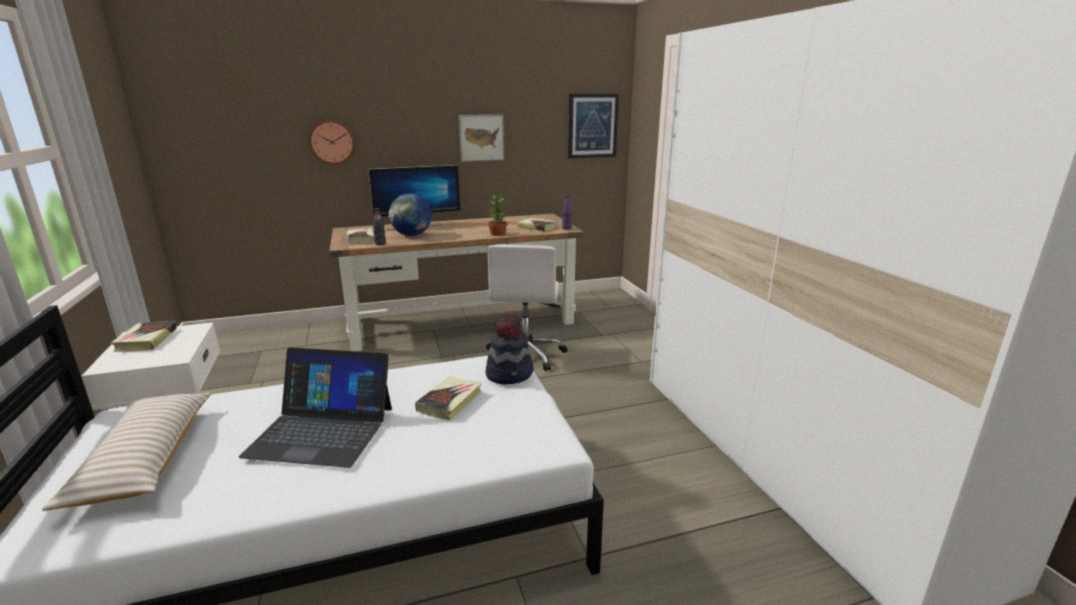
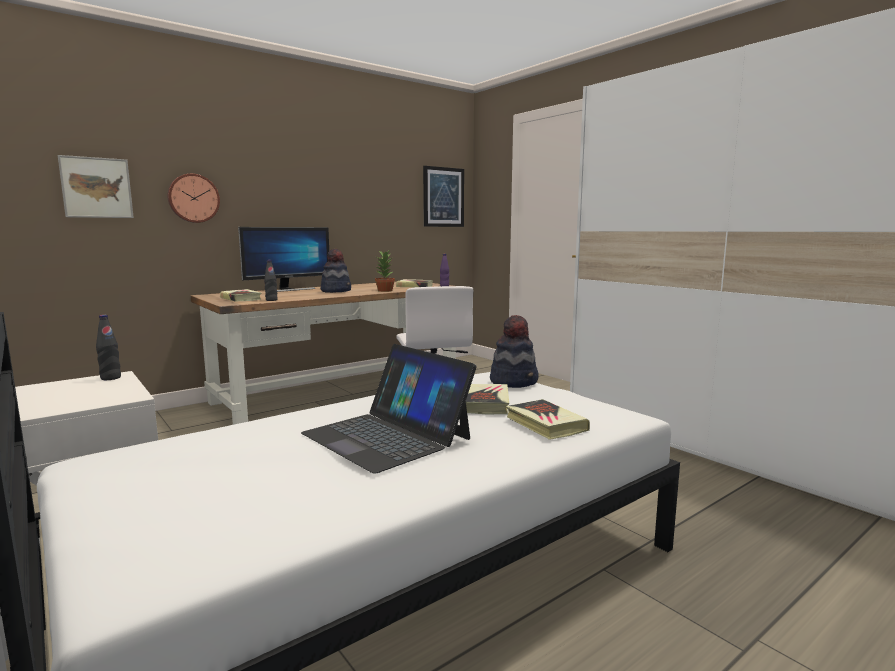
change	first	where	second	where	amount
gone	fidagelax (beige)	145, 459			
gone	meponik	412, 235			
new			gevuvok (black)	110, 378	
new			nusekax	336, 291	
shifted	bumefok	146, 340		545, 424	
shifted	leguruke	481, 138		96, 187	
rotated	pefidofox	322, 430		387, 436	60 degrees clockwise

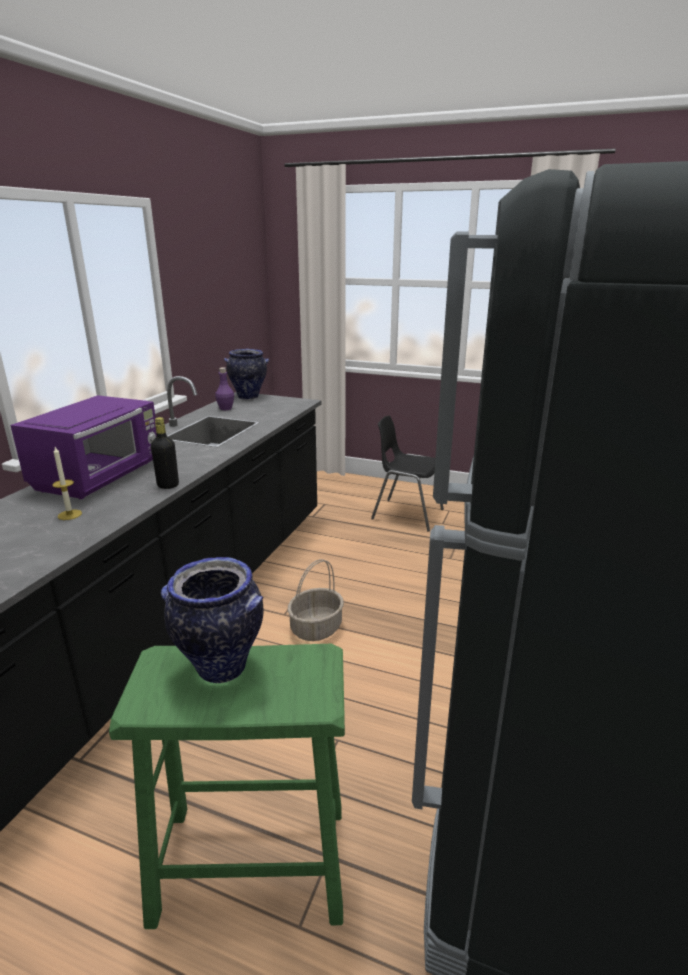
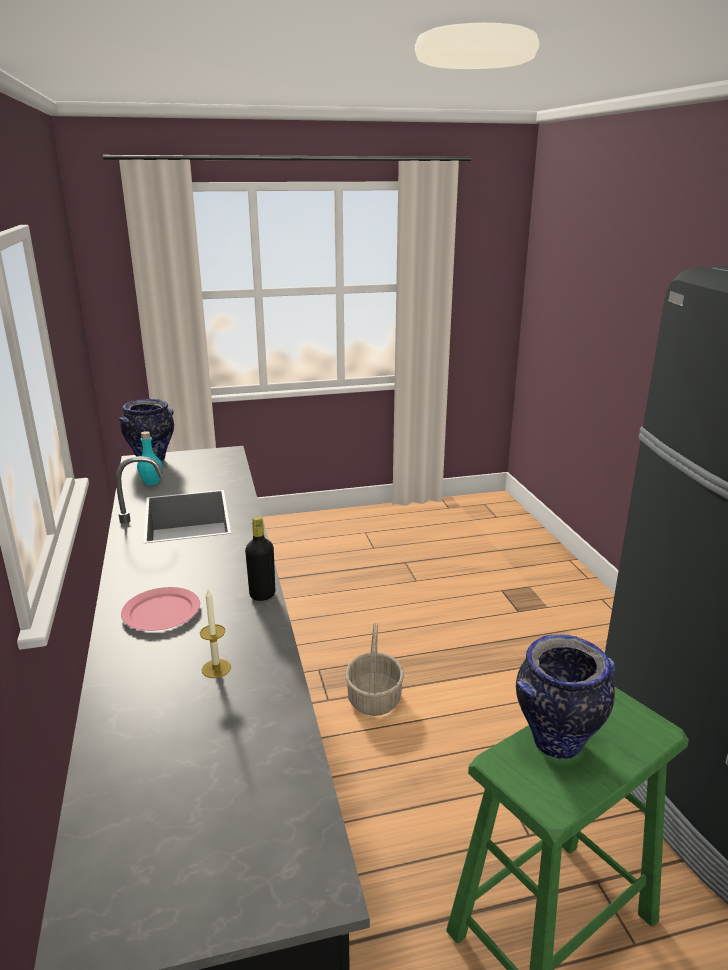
change	first	where	second	where	amount
gone	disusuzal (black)	406, 514			
swapped	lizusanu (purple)	100, 476	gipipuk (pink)	161, 612	
repainted	gevuvok (purple)	225, 408	gevuvok (turquoise)	151, 482	

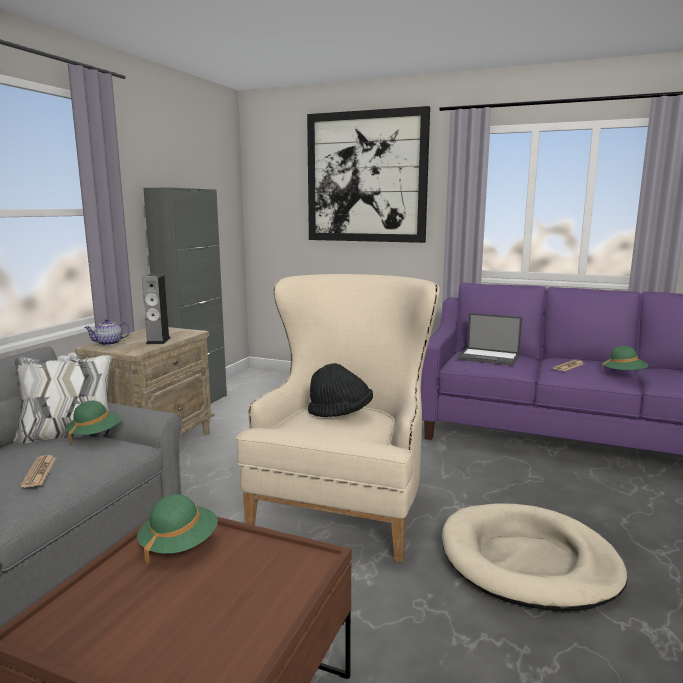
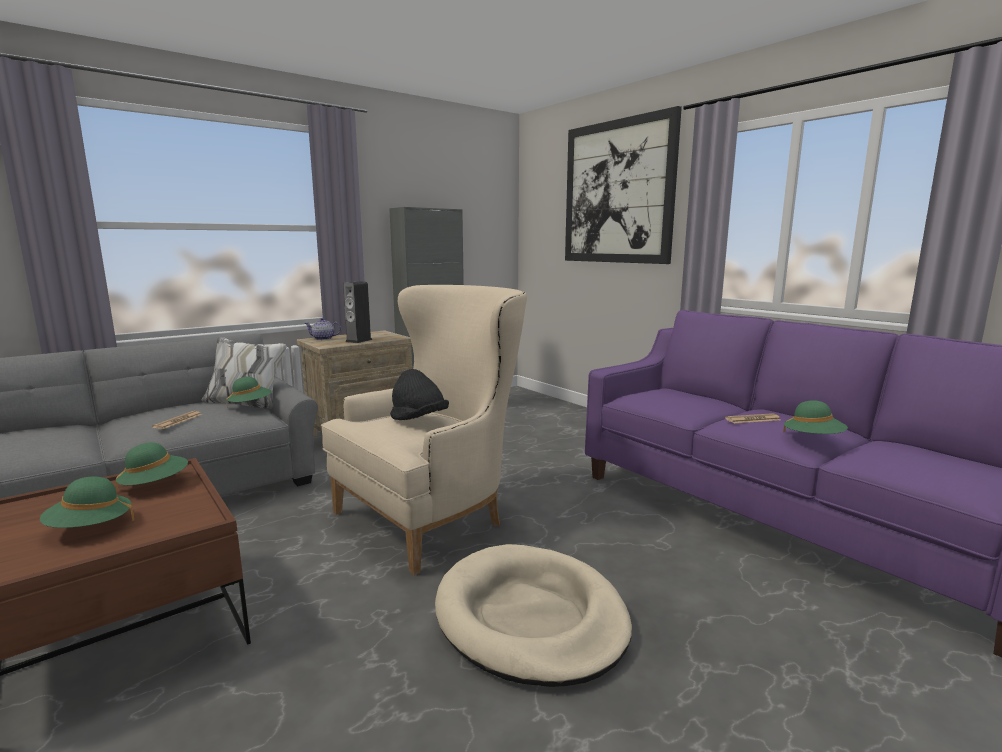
change	first	where	second	where	amount
gone	pefidofox	489, 357			
new			nusekax (green)	90, 527	

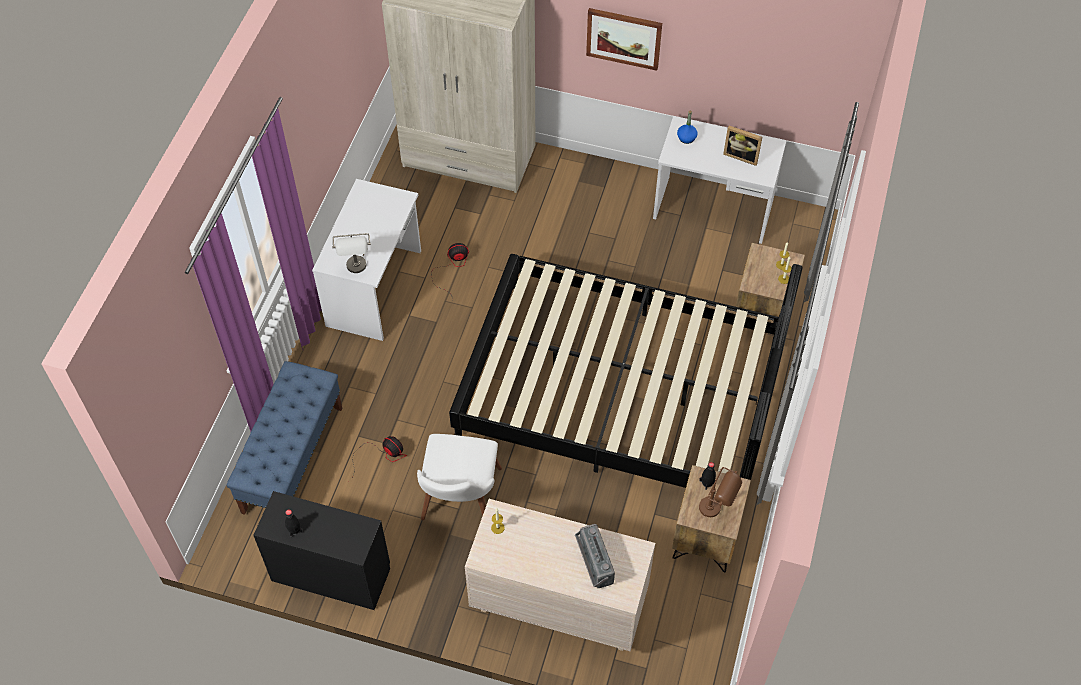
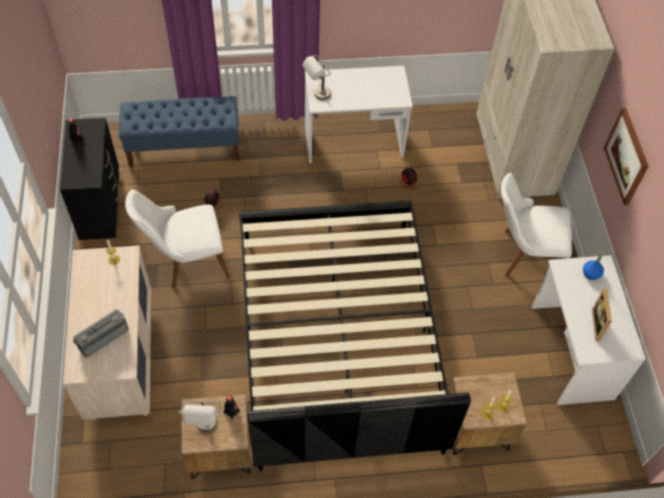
change	first	where	second	where	amount
new			disusuzal (white)	523, 254	
repainted	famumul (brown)	717, 510	famumul (grey)	206, 428	

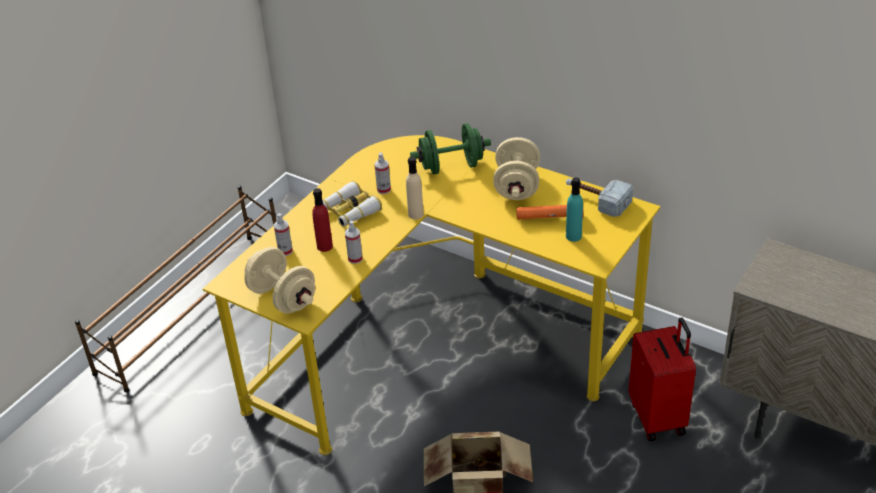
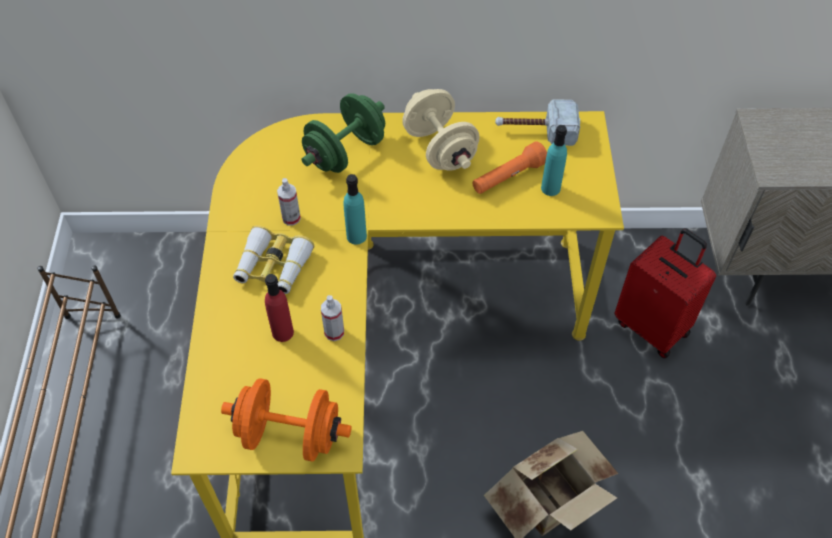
change	first	where	second	where	amount
gone	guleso	285, 251			
repainted	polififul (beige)	283, 298	polififul (orange)	290, 434	
repainted	gevuvok (beige)	415, 214	gevuvok (turquoise)	356, 236	

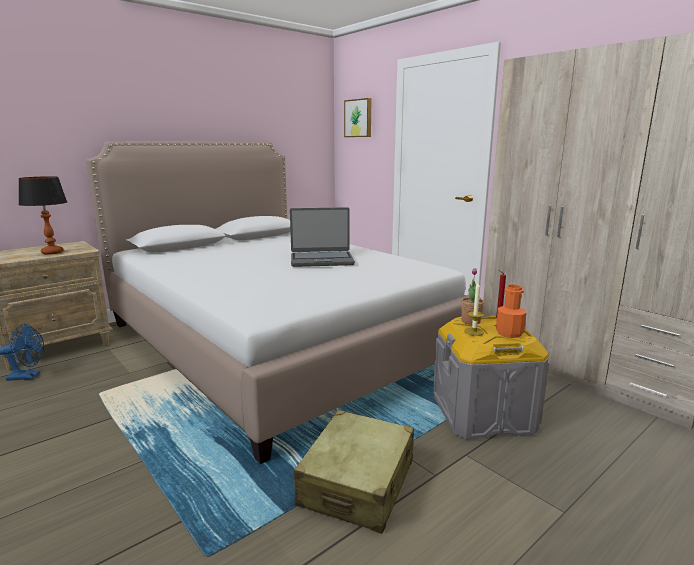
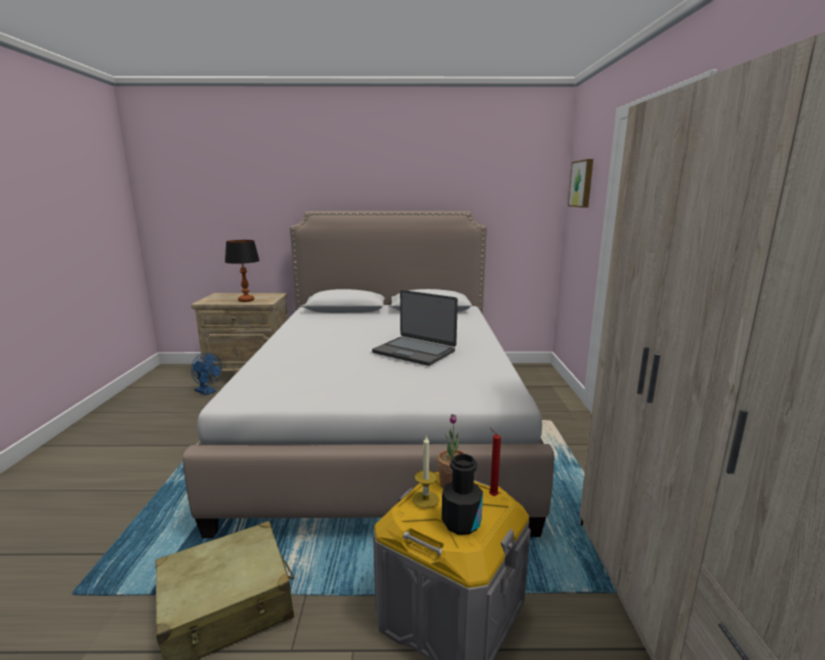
change	first	where	second	where	amount
repainted	gevuvok (orange)	509, 333	gevuvok (black)	461, 523	

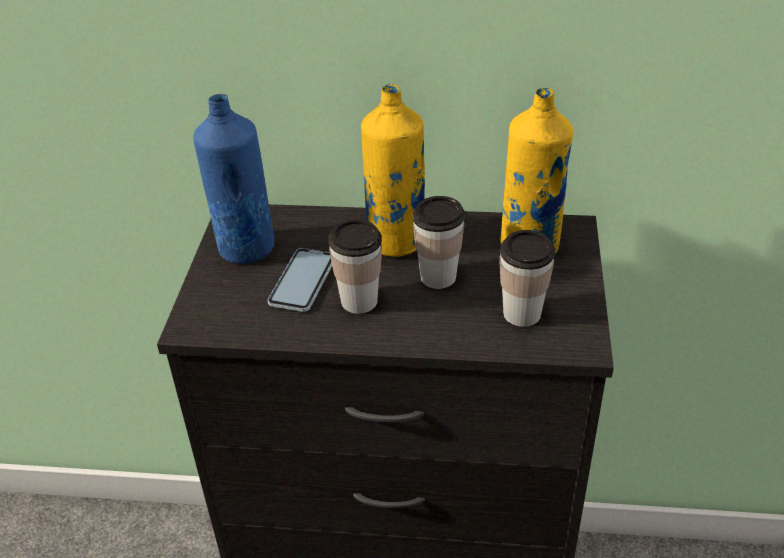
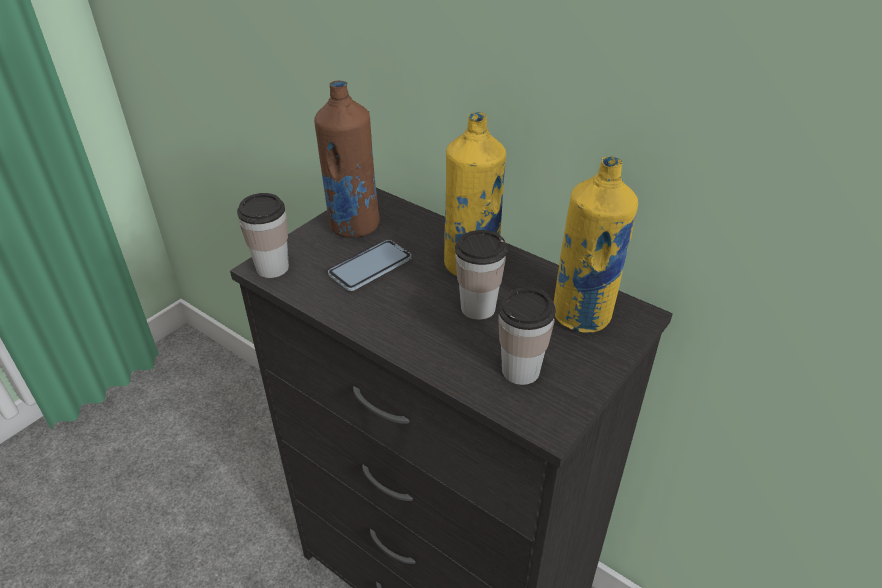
change	first	where	second	where	amount
shifted	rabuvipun	359, 301		272, 268	
repainted	gevuvok (blue)	245, 249	gevuvok (brown)	353, 226	

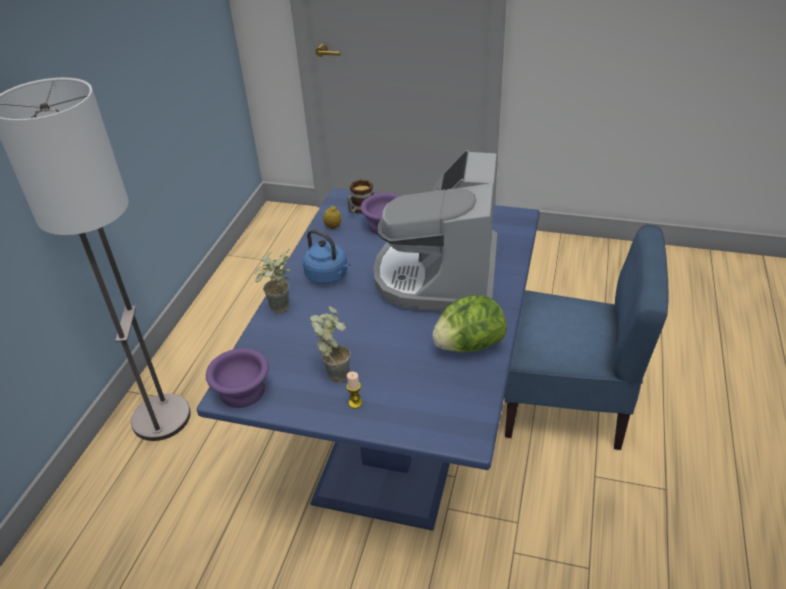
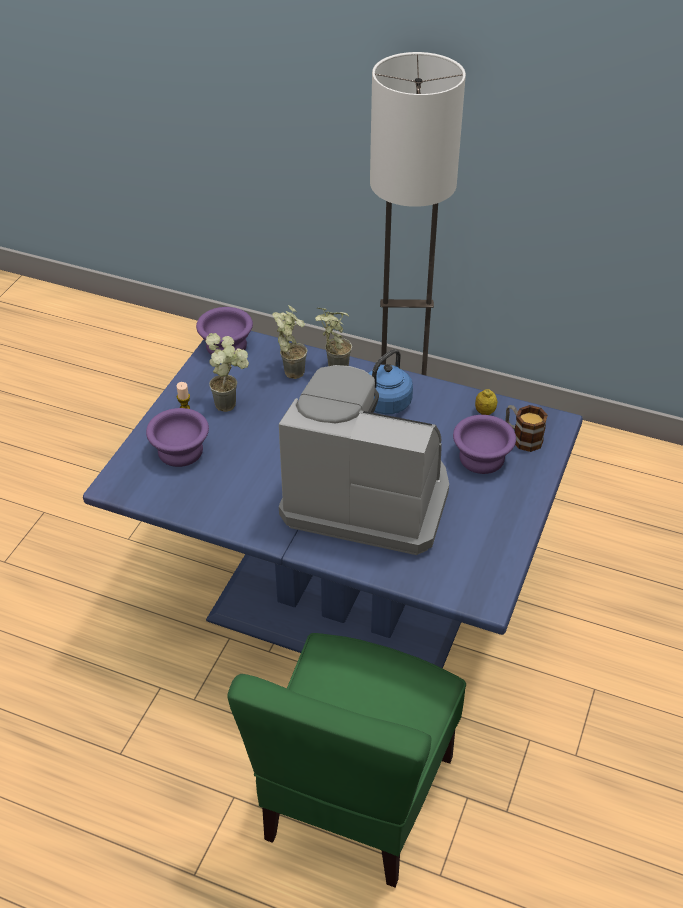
change	first	where	second	where	amount
gone	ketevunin	468, 345			
new			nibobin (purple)	181, 450	
new			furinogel	291, 369	
repainted	disusuzal (blue)	565, 404	disusuzal (green)	356, 797	

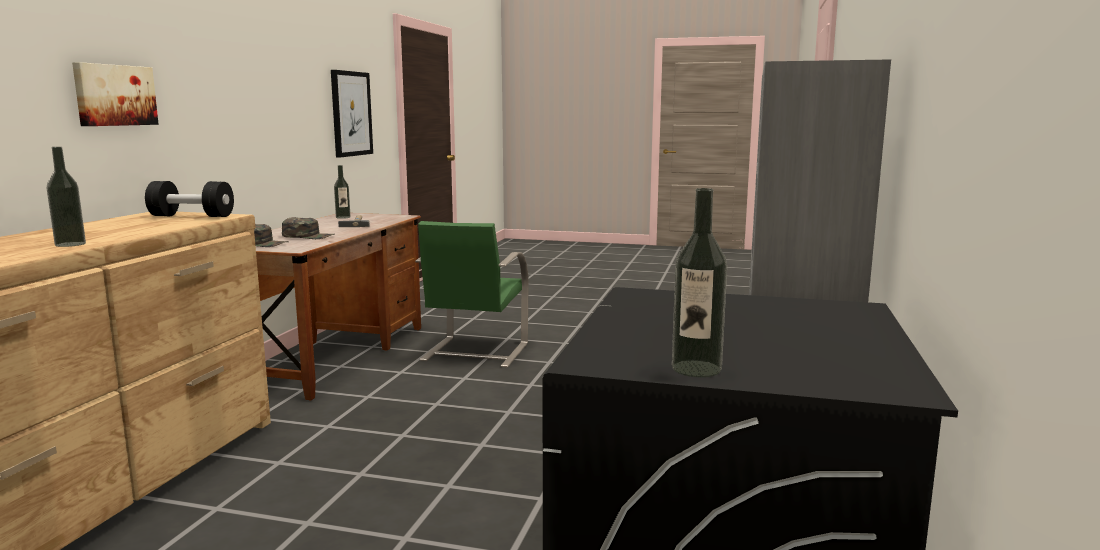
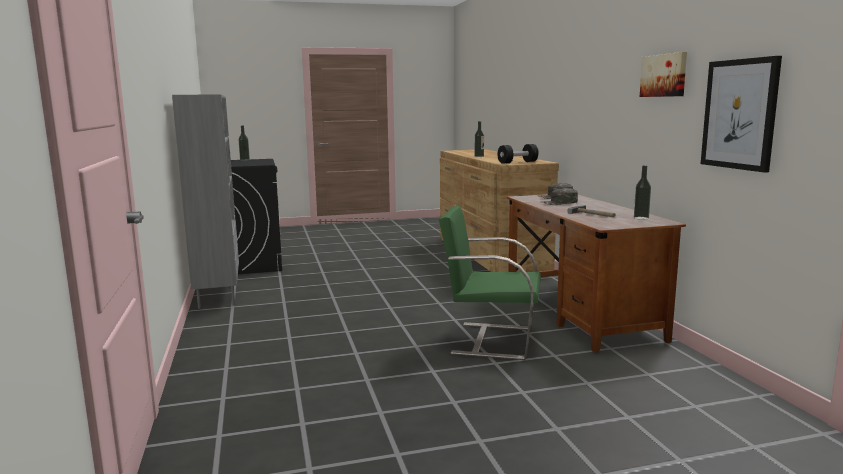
change	first	where	second	where	amount
shifted	leguruke	114, 95		664, 75	
rotated	disusuzal (green)	474, 352		490, 340	60 degrees counterclockwise

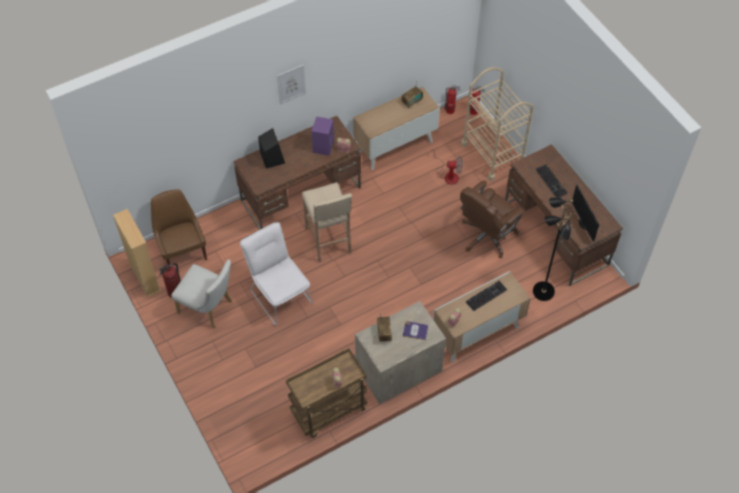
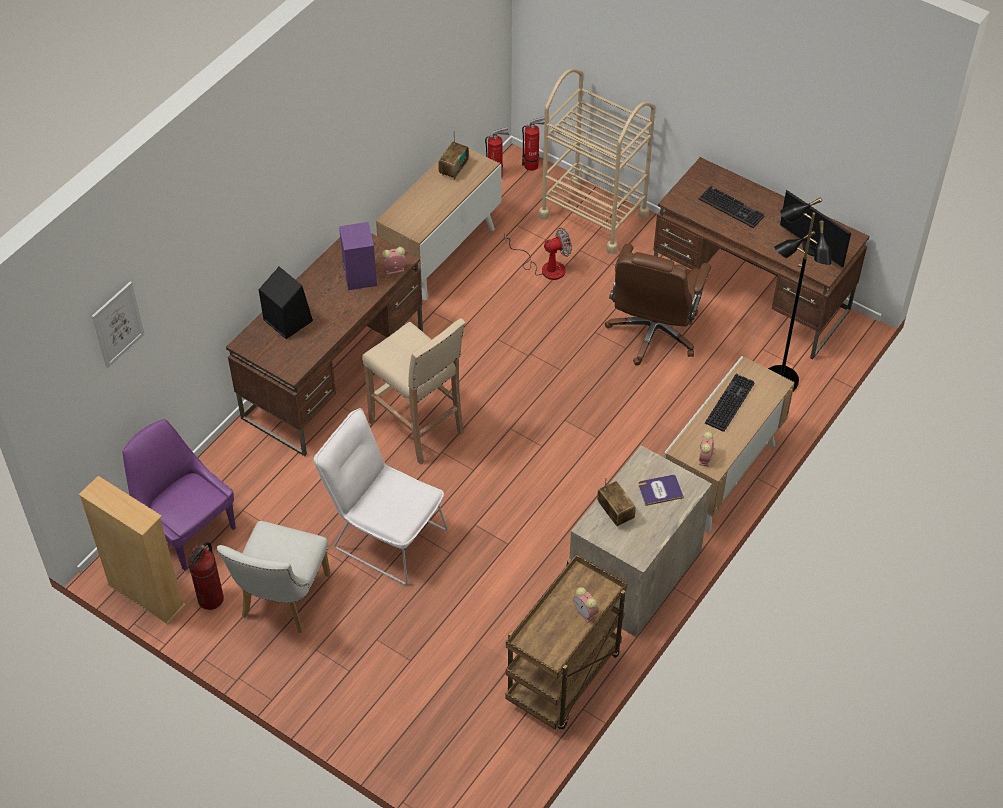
change	first	where	second	where	amount
shifted	leguruke	291, 84		117, 324	
repainted	disusuzal (brown)	182, 251	disusuzal (purple)	187, 530	
rotated	disusuzal (white)	209, 308		282, 601	105 degrees clockwise

